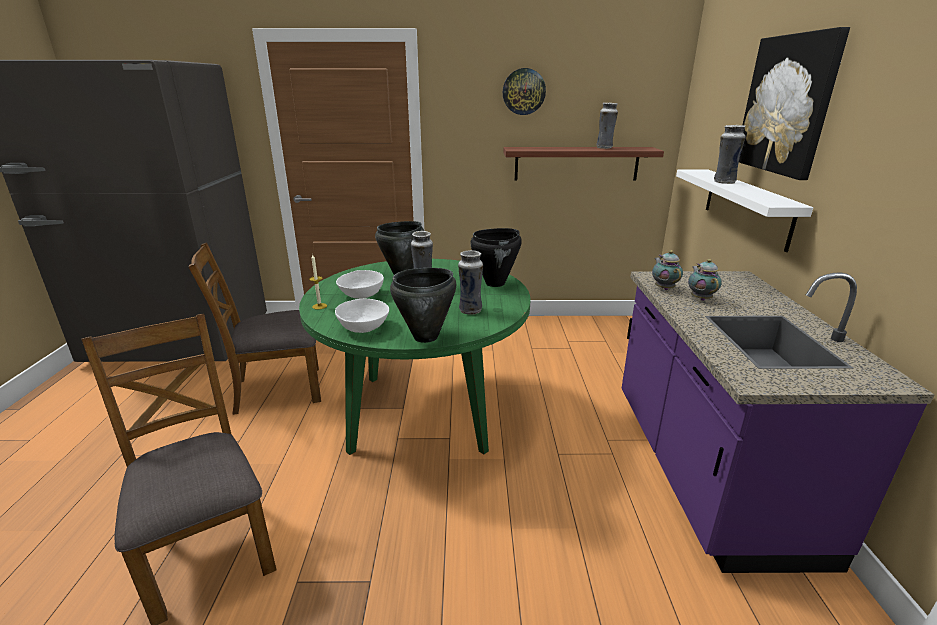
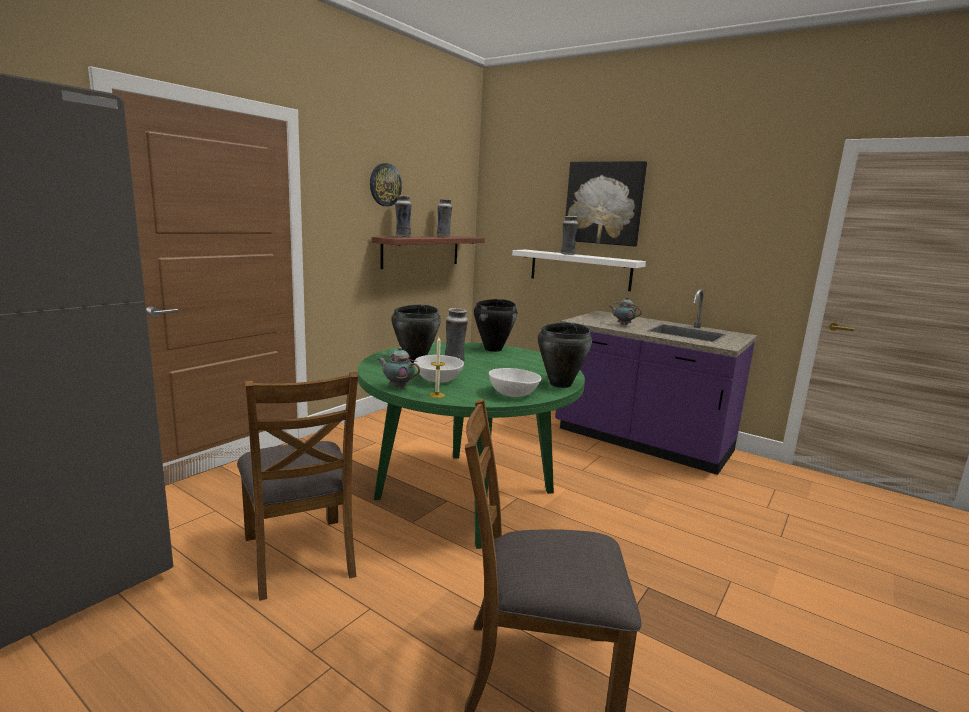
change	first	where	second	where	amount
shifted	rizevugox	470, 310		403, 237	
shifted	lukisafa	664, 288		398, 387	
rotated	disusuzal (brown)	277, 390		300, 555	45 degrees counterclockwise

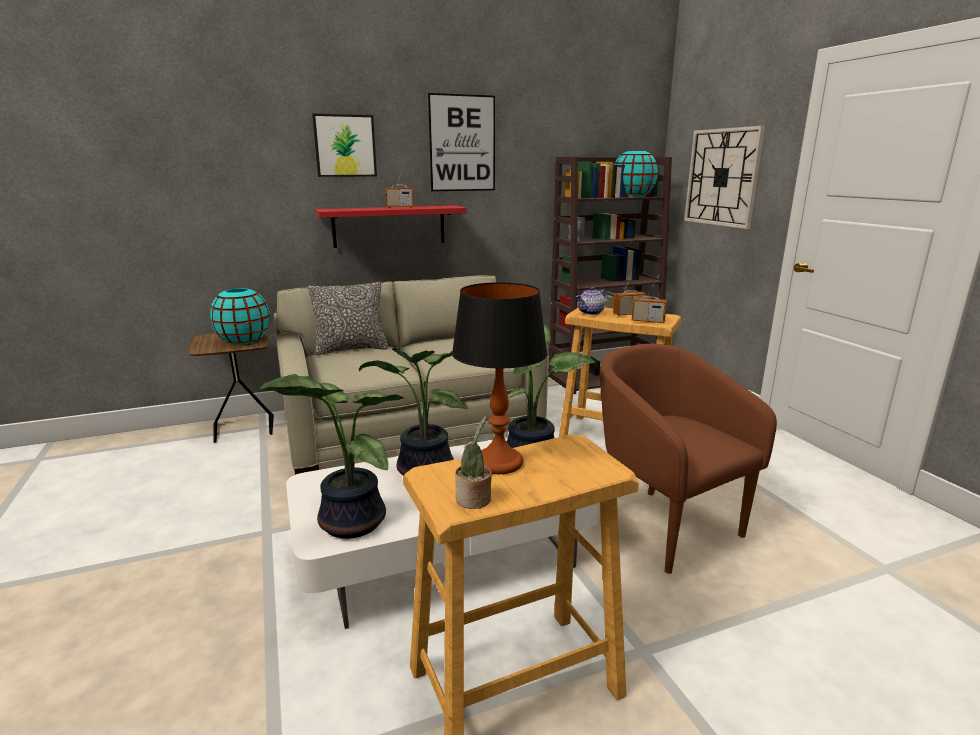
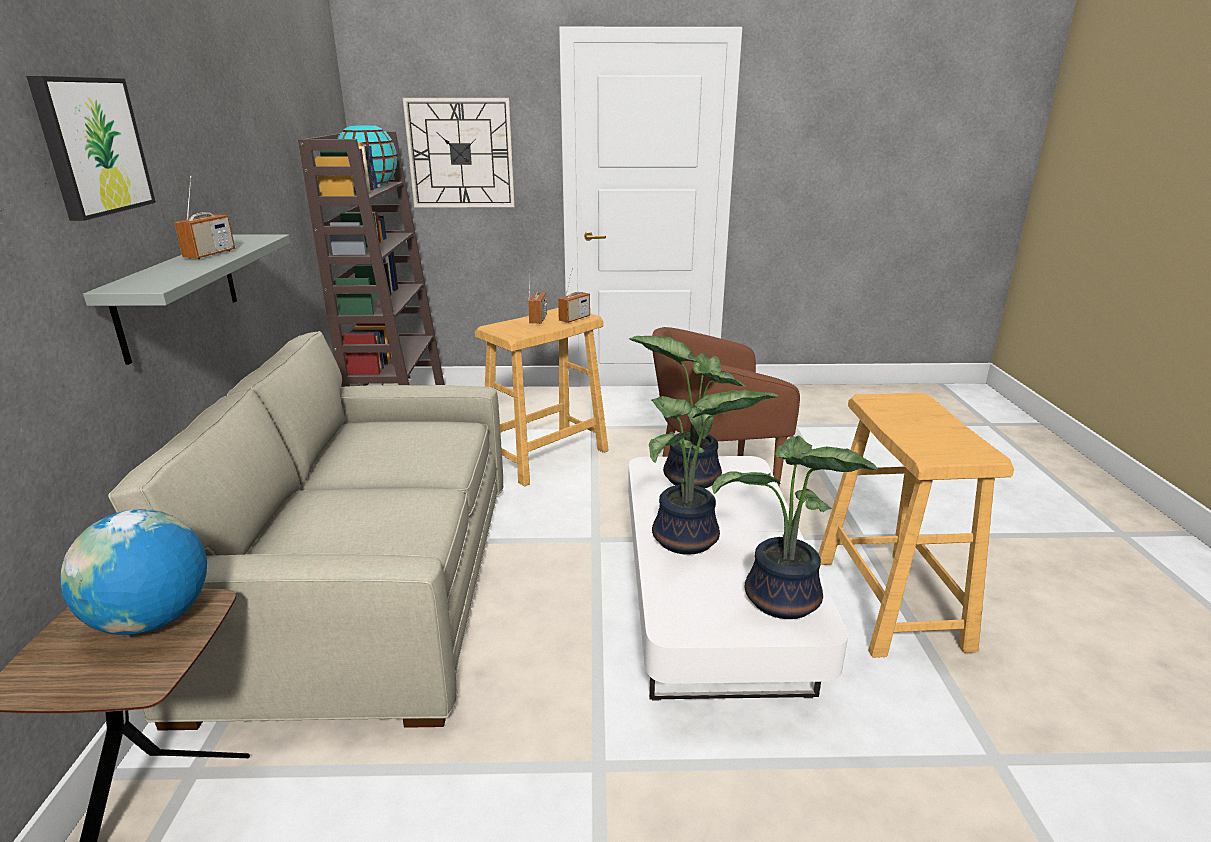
change	first	where	second	where	amount
gone	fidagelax	351, 349			
gone	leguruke	462, 143			
gone	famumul	499, 462			
gone	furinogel	474, 500			
gone	lukisafa	591, 313			
swapped	rizevugox (turquoise)	244, 340	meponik	152, 620	
repainted	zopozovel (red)	389, 226	zopozovel (grey)	179, 294	

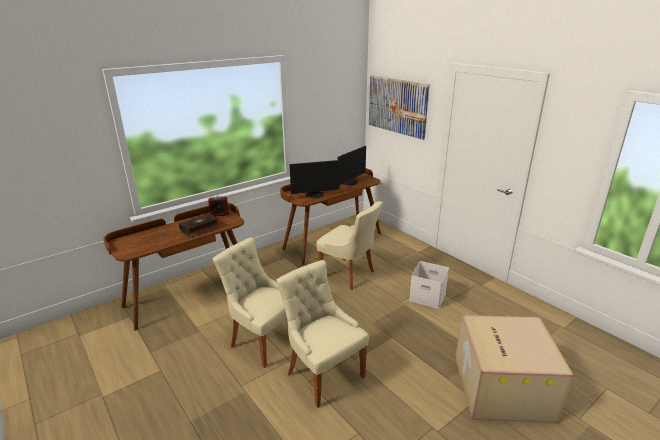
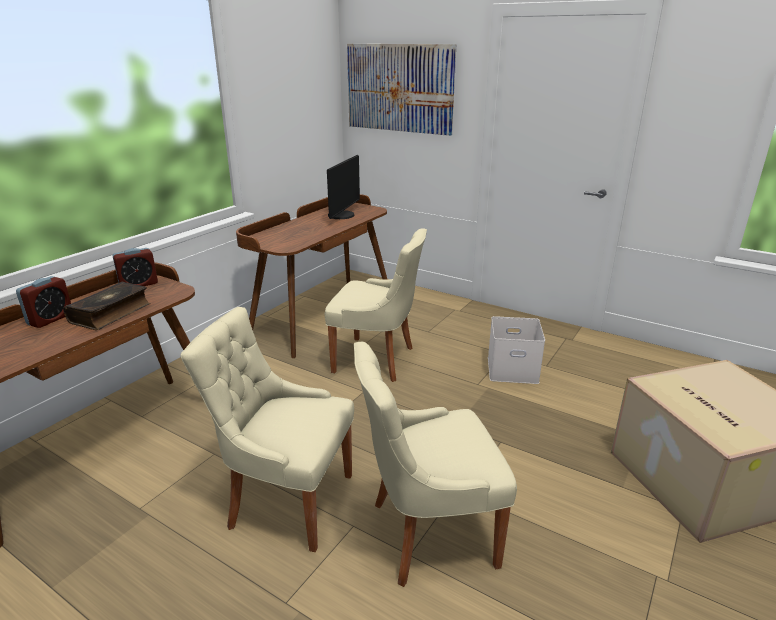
change	first	where	second	where	amount
gone	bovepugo	315, 195			
new			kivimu	50, 319	
rotated	disusuzal (beige)	323, 374		428, 533	45 degrees counterclockwise

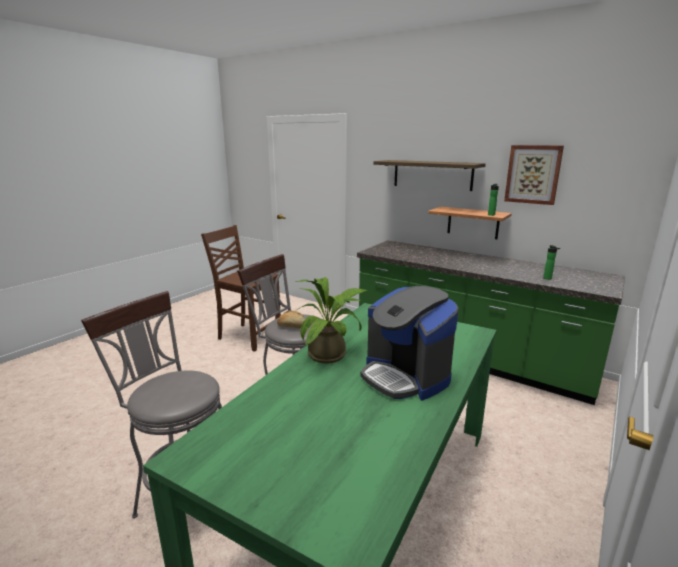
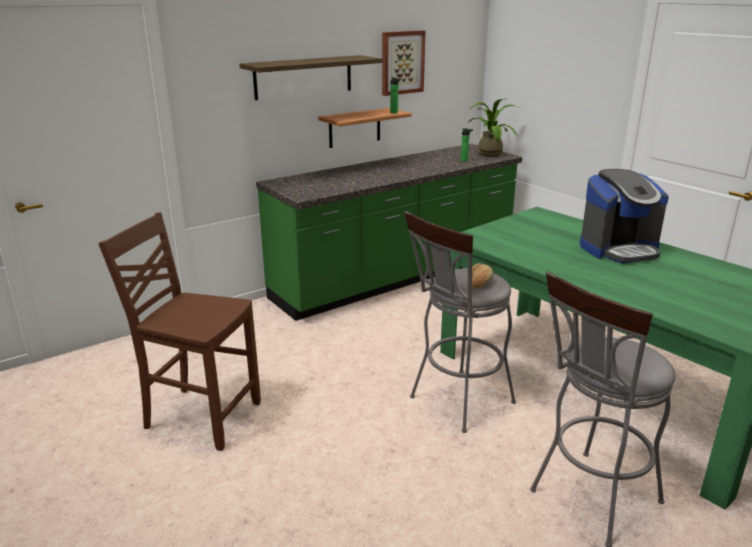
change	first	where	second	where	amount
shifted	furinogel	331, 354		489, 153	
rotated	disusuzal (brown)	248, 336		201, 416	60 degrees clockwise

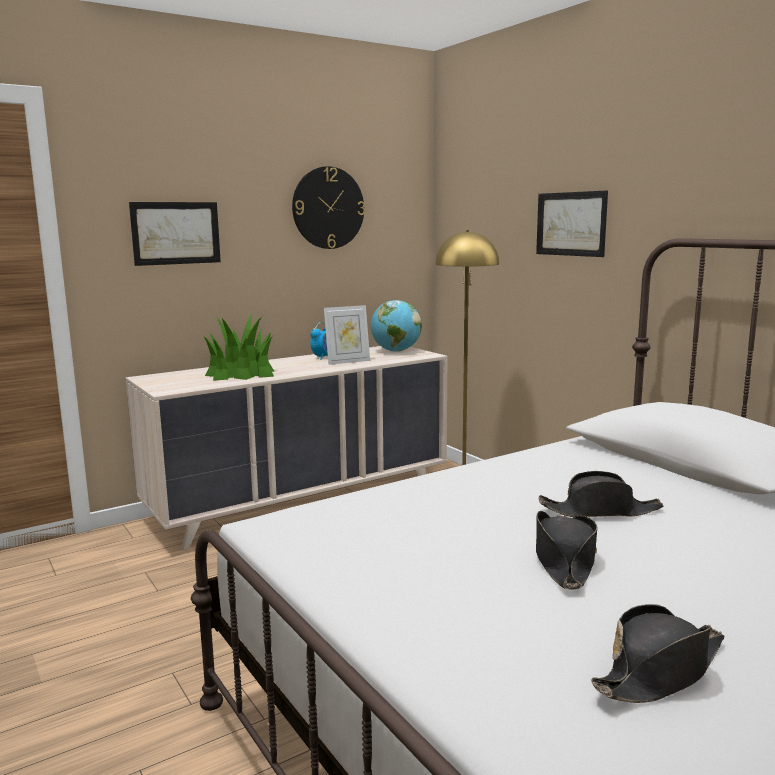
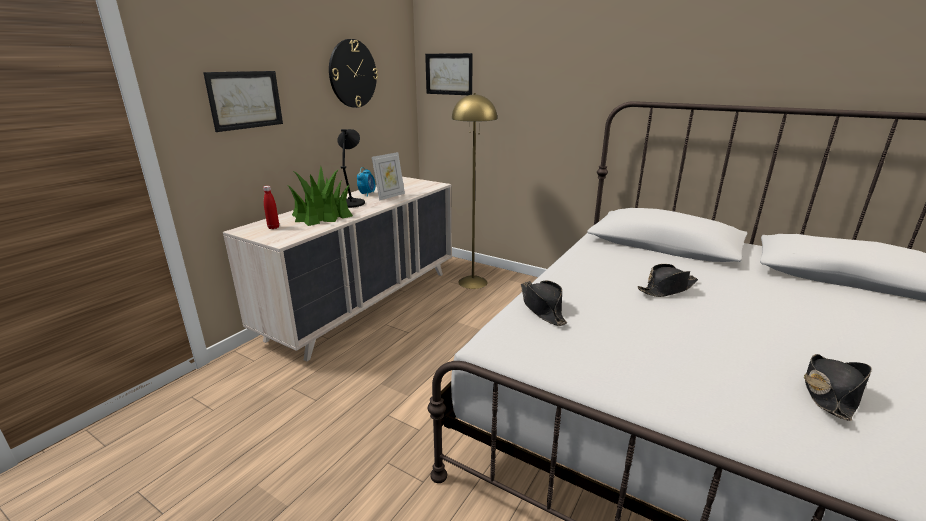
change	first	where	second	where	amount
gone	meponik	395, 351			
new			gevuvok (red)	273, 227	
new			famumul (black)	351, 203	
shifted	leguruke	571, 224		449, 74	
shifted	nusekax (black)	564, 560		542, 308	

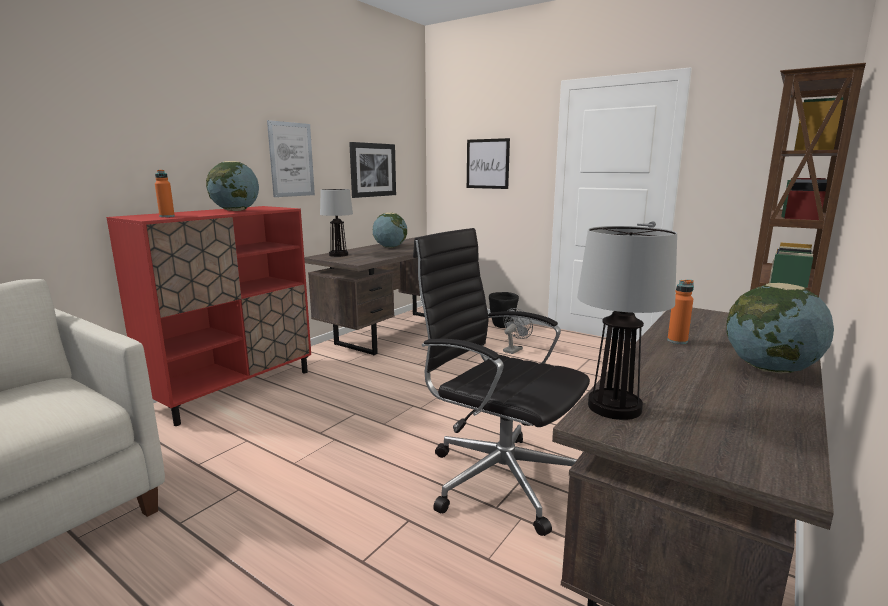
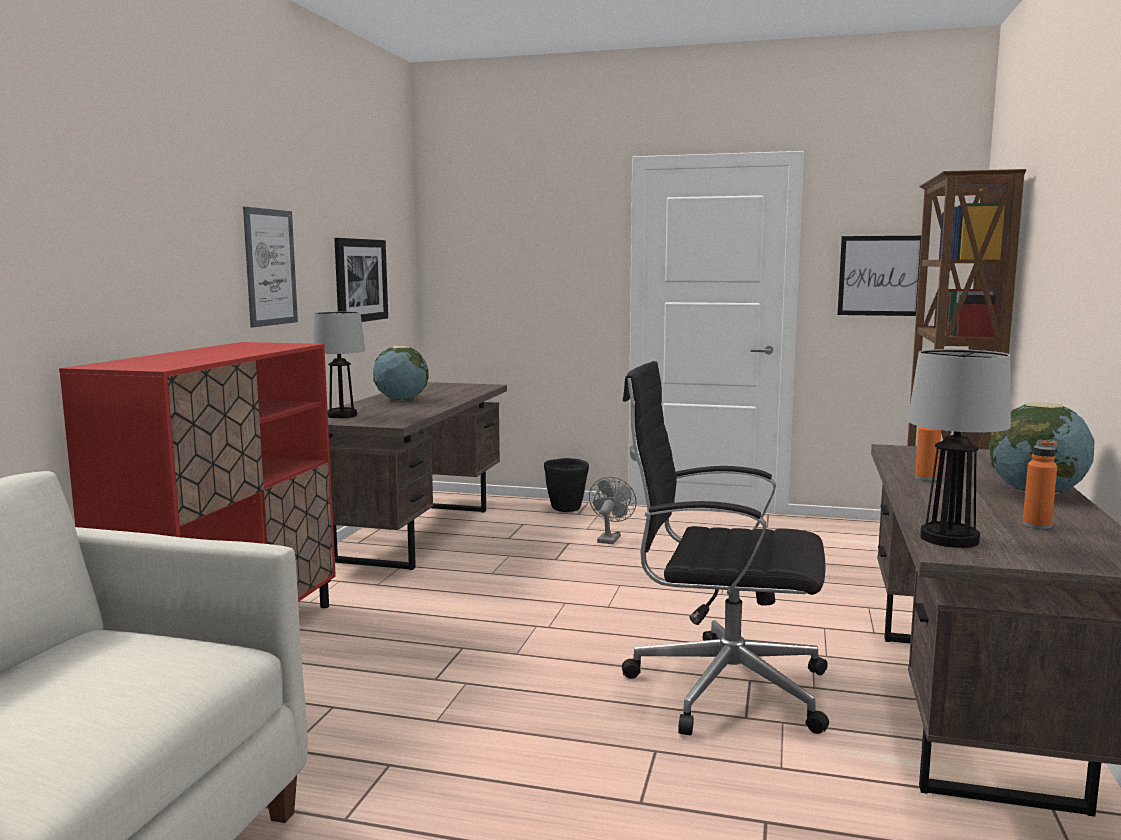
change	first	where	second	where	amount
gone	meponik	235, 210			
shifted	gevuvok (orange)	167, 216		1036, 525	
shifted	leguruke	487, 164		880, 275	

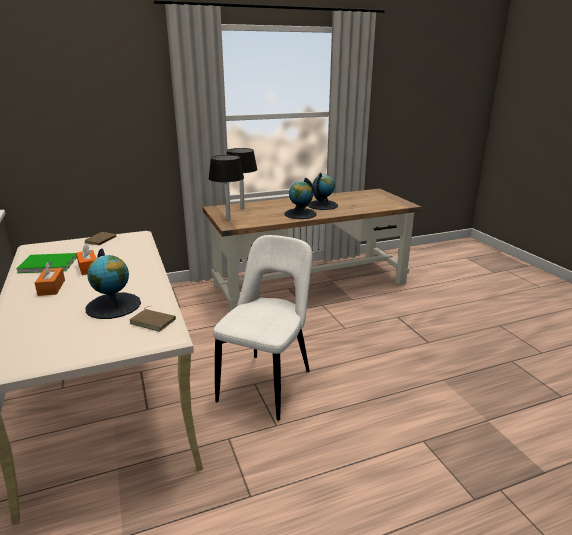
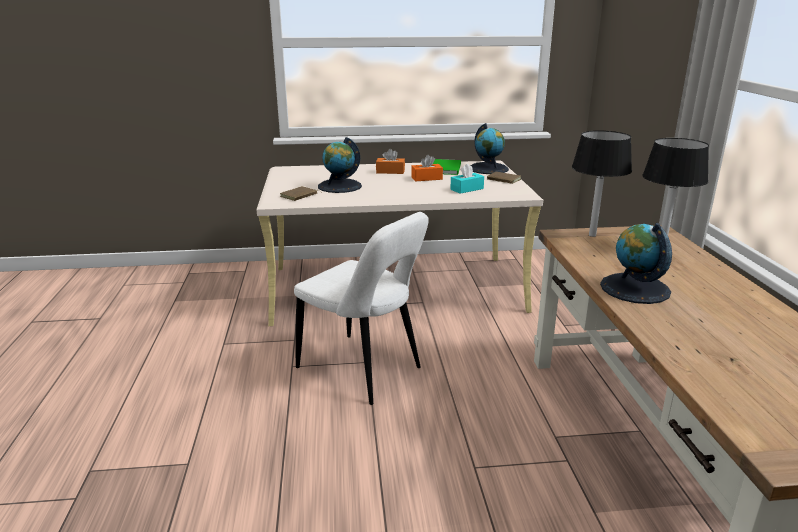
change	first	where	second	where	amount
new			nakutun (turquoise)	467, 189	
shifted	meponik	322, 205		488, 169	

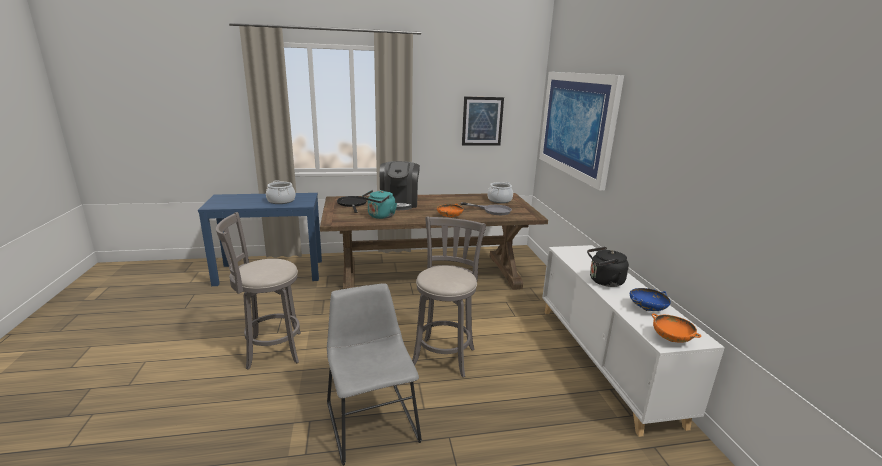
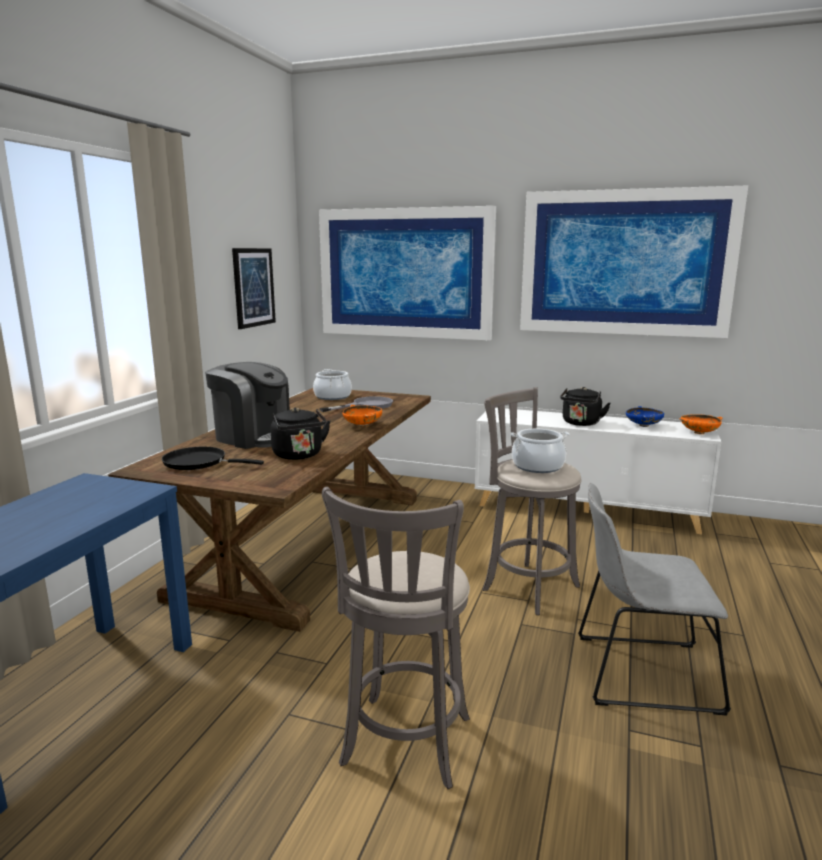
change	first	where	second	where	amount
new			leguruke	625, 263	
shifted	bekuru	281, 201		537, 466	
repainted	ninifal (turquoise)	380, 216	ninifal (black)	299, 455	

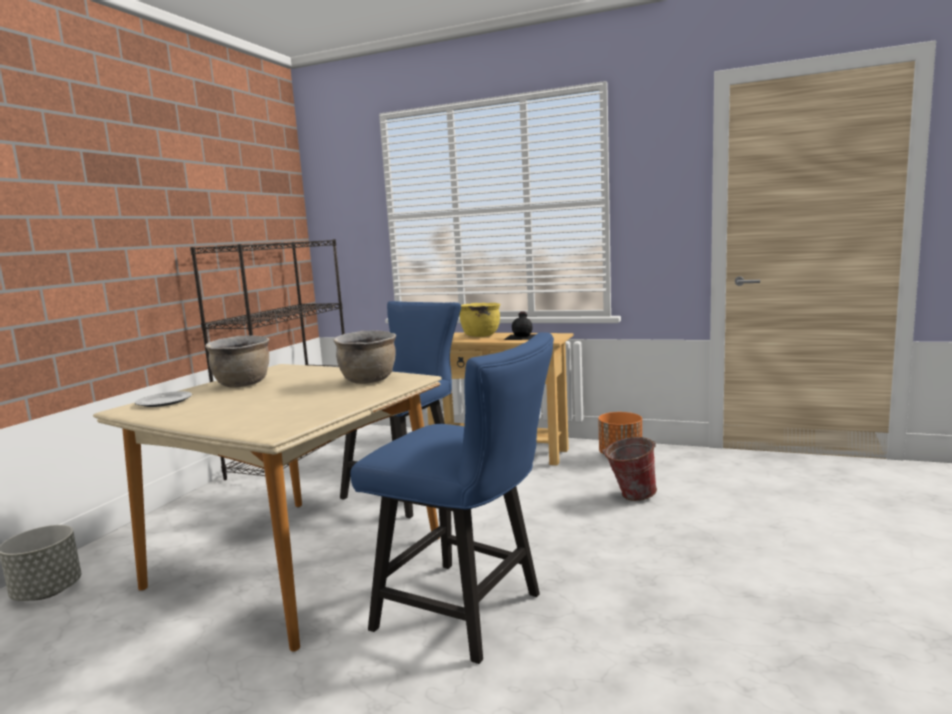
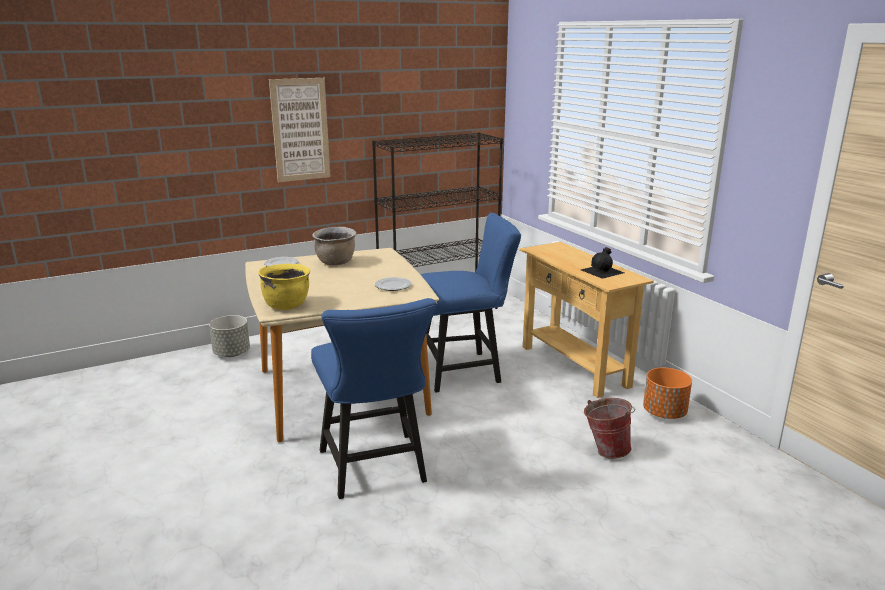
change	first	where	second	where	amount
new			leguruke	300, 130	
shifted	bekuru (yellow)	480, 335		286, 305	
swapped	bekuru (brown)	369, 381	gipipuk	393, 286	

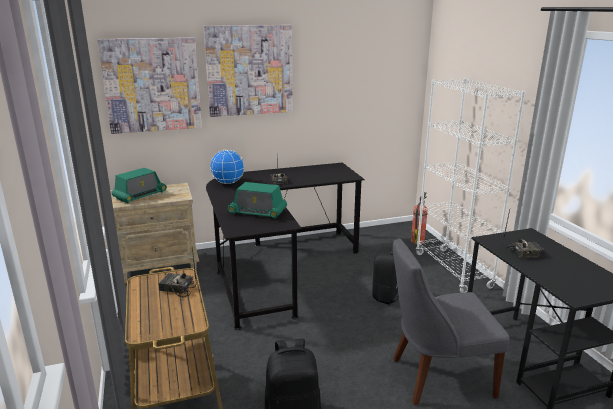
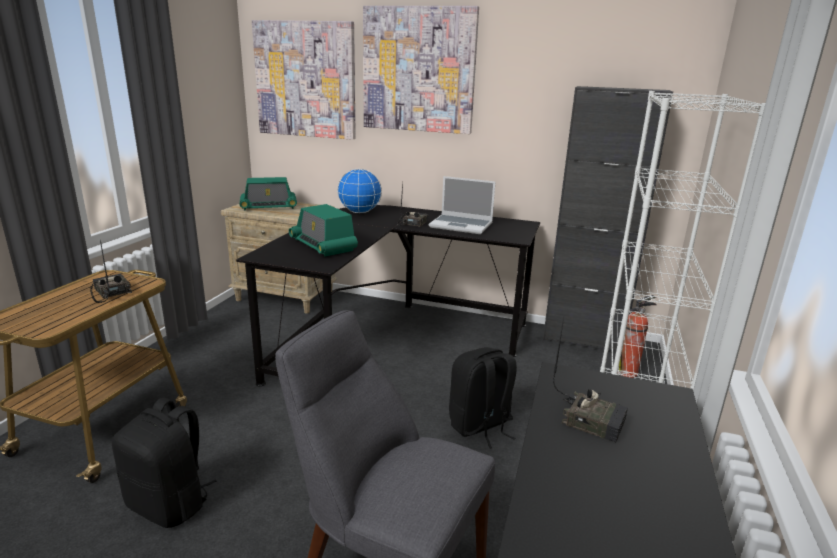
change	first	where	second	where	amount
new			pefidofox	462, 225	
new			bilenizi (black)	582, 339	

